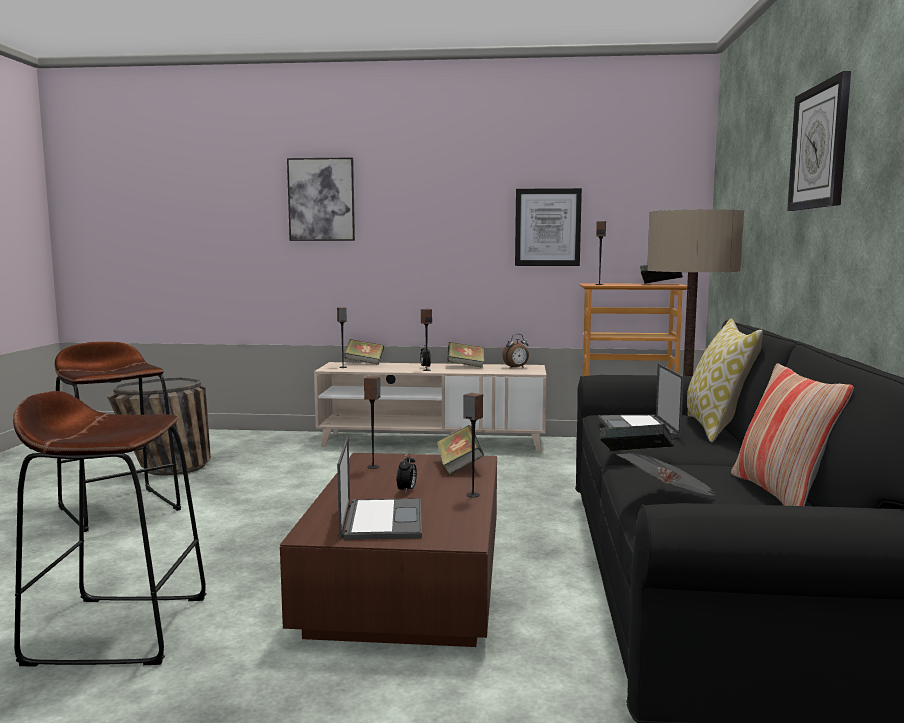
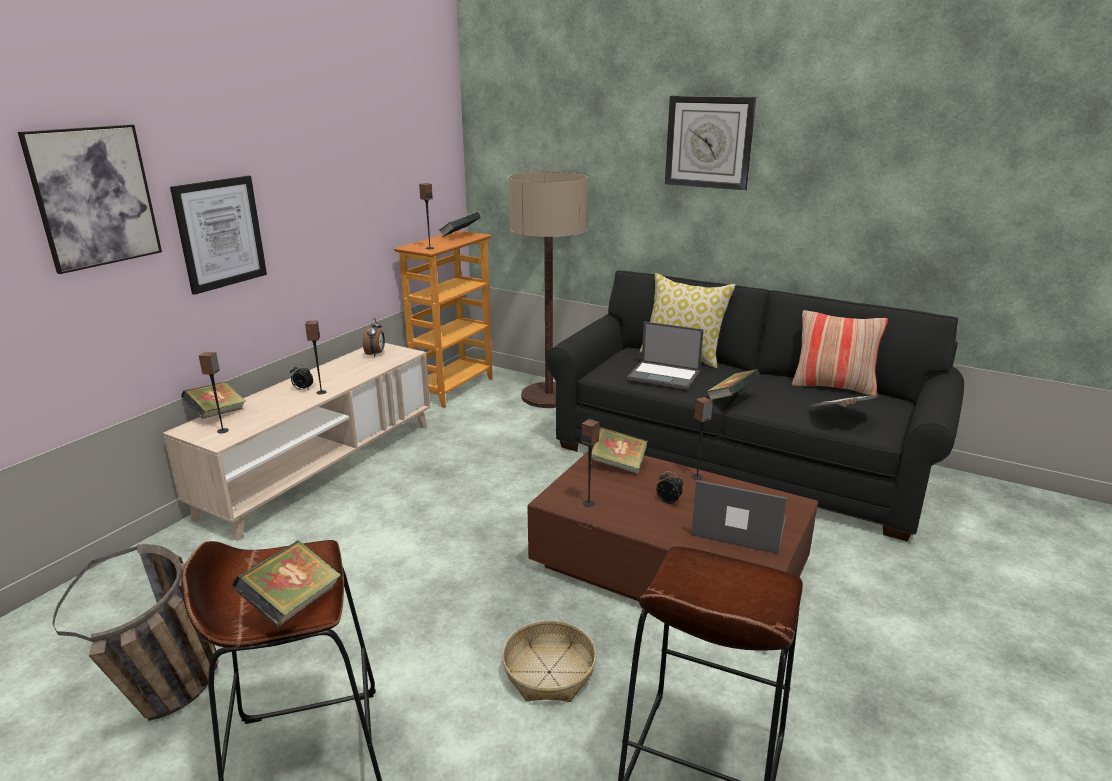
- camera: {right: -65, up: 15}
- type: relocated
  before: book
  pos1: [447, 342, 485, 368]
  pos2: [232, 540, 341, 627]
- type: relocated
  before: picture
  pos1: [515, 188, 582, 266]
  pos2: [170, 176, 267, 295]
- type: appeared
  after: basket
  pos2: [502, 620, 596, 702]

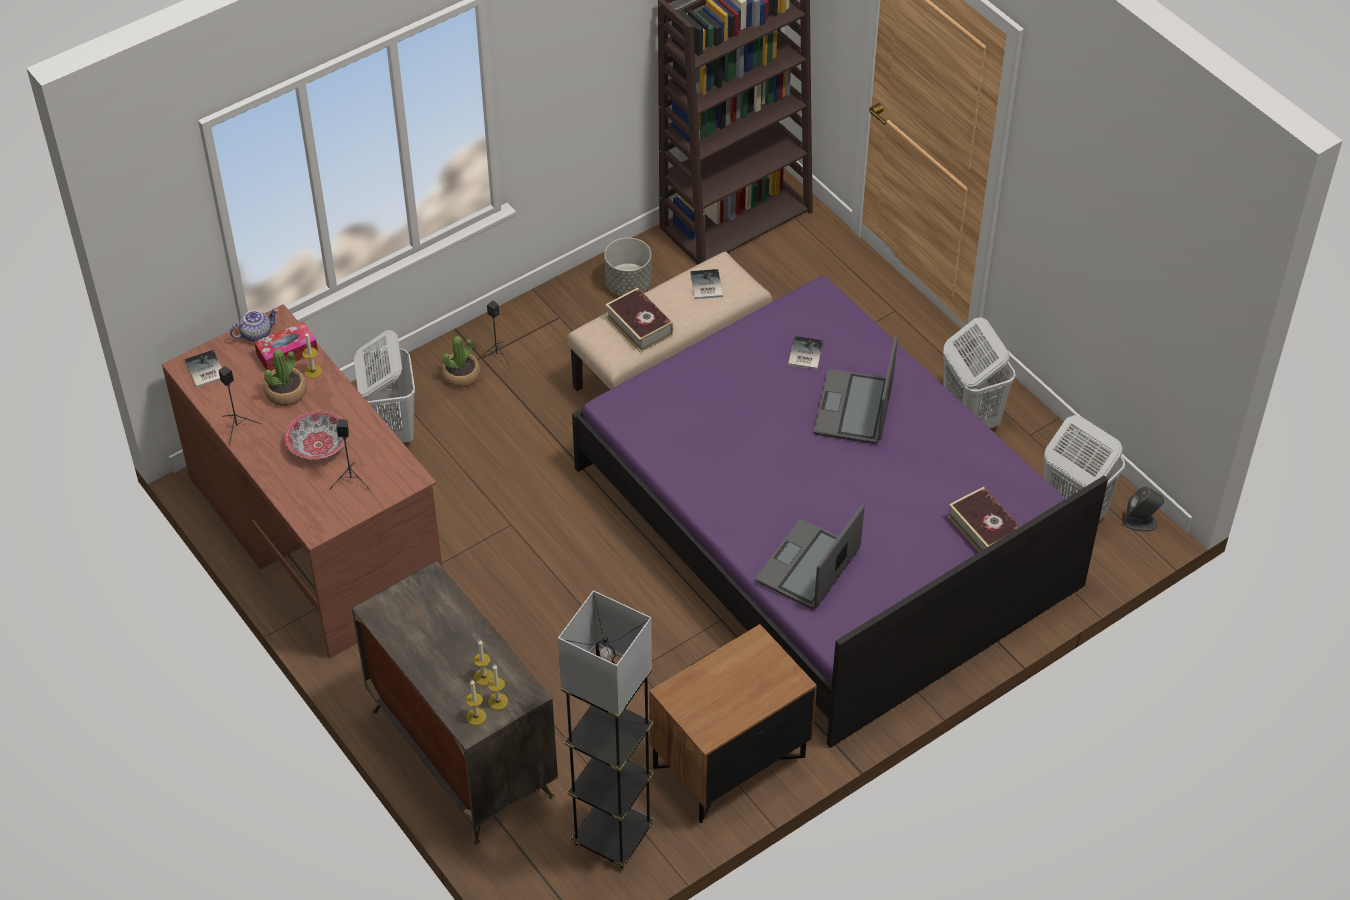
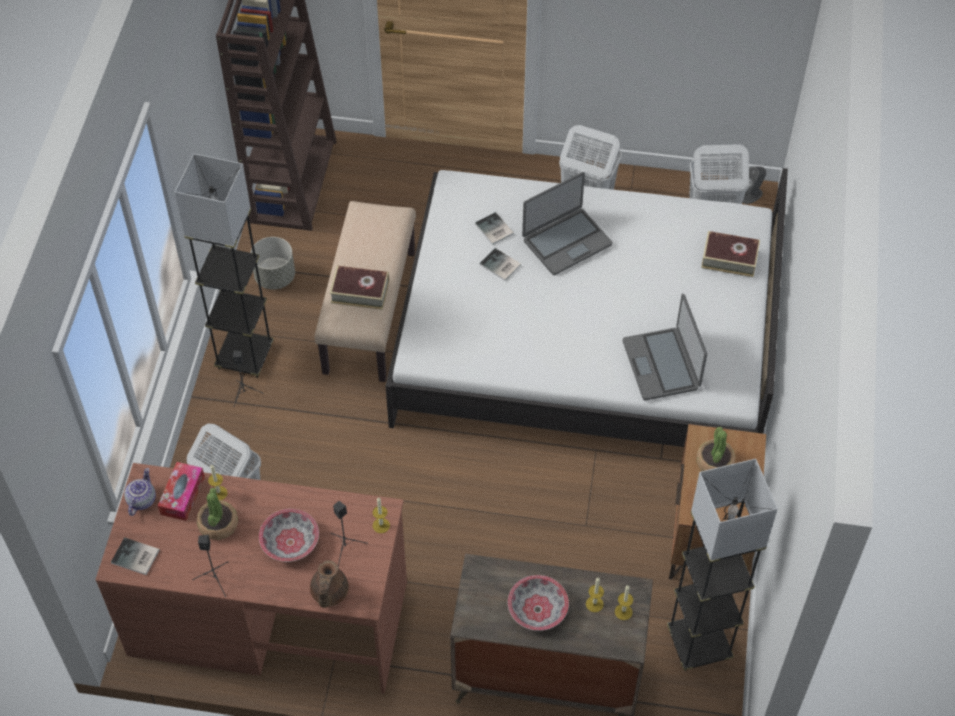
- camera: {right: -45, up: 5}
- type: relocated
  before: potted plant
  pos1: [442, 336, 480, 388]
  pos2: [696, 427, 735, 471]
- type: relocated
  before: candle
  pos1: [466, 680, 486, 725]
  pos2: [373, 497, 390, 533]
- type: colour
  before: bed (purple)
  after: bed (white)
  pos1: [572, 276, 1108, 748]
  pos2: [385, 168, 788, 447]
- type: relocated
  before: book
  pos1: [690, 269, 723, 299]
  pos2: [479, 248, 521, 281]
- type: spun
  before: laptop
  pos1: [814, 336, 898, 444]
  pos2: [522, 172, 612, 275]
  turn: -90
- type: appeared
  after: floor lamp (grey)
  pos2: [175, 153, 274, 378]
- type: appeared
  after: teapot (brown)
  pos2: [310, 560, 349, 608]
- type: appeared
  after: bowl
  pos2: [508, 575, 569, 631]

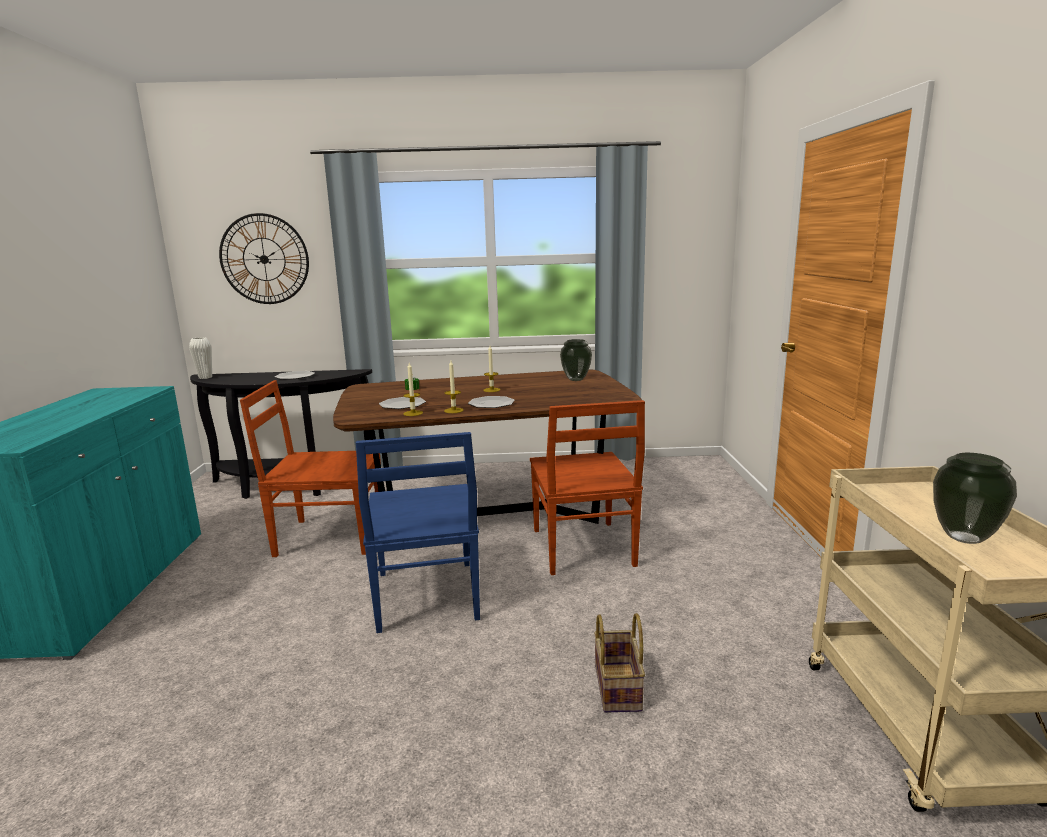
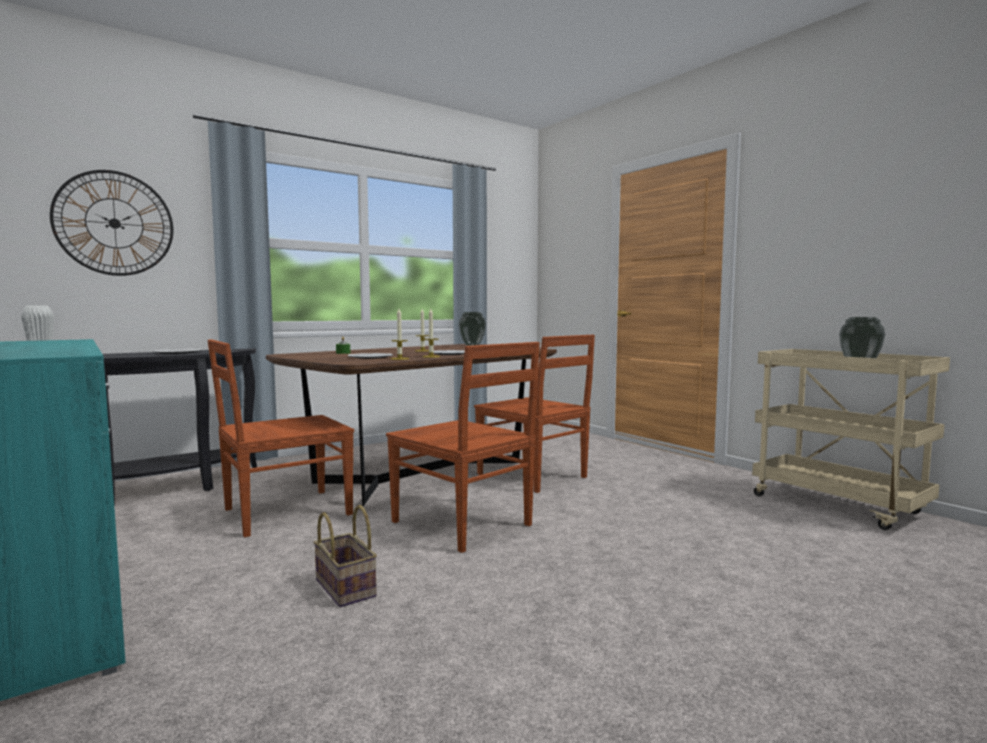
- camera: {right: -35, up: -10}
- type: colour
  before: chair (blue)
  after: chair (brown)
  pos1: [356, 432, 480, 633]
  pos2: [386, 342, 540, 553]
- type: relocated
  before: basket
  pos1: [594, 613, 645, 713]
  pos2: [313, 505, 377, 607]

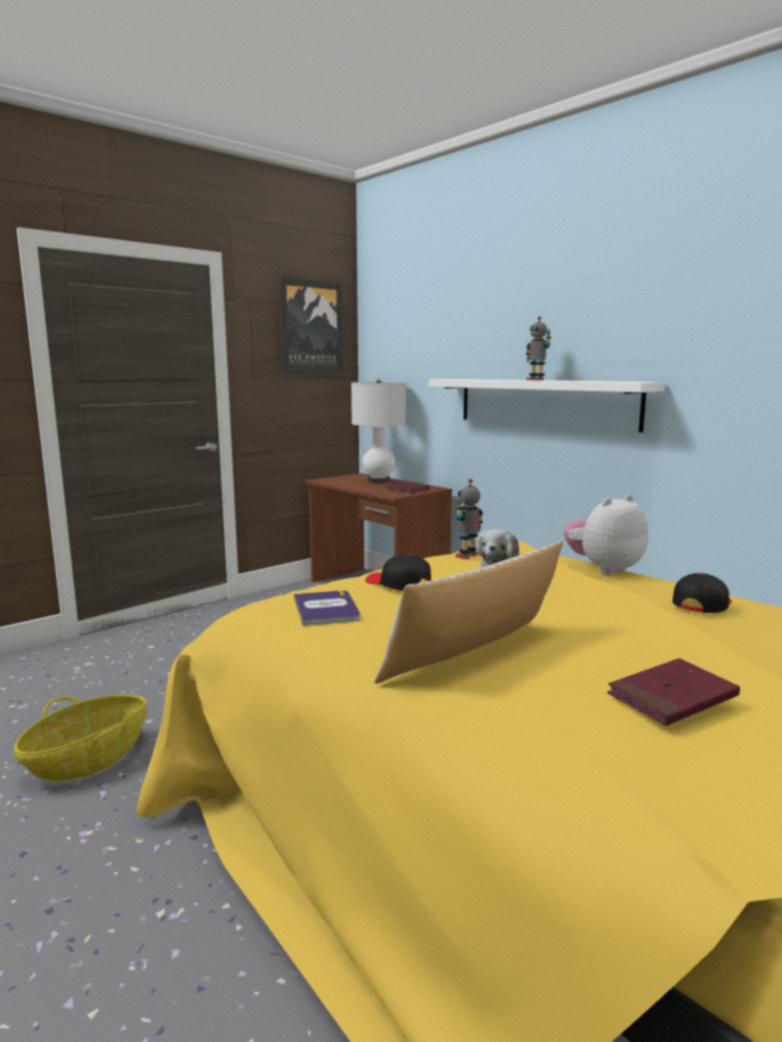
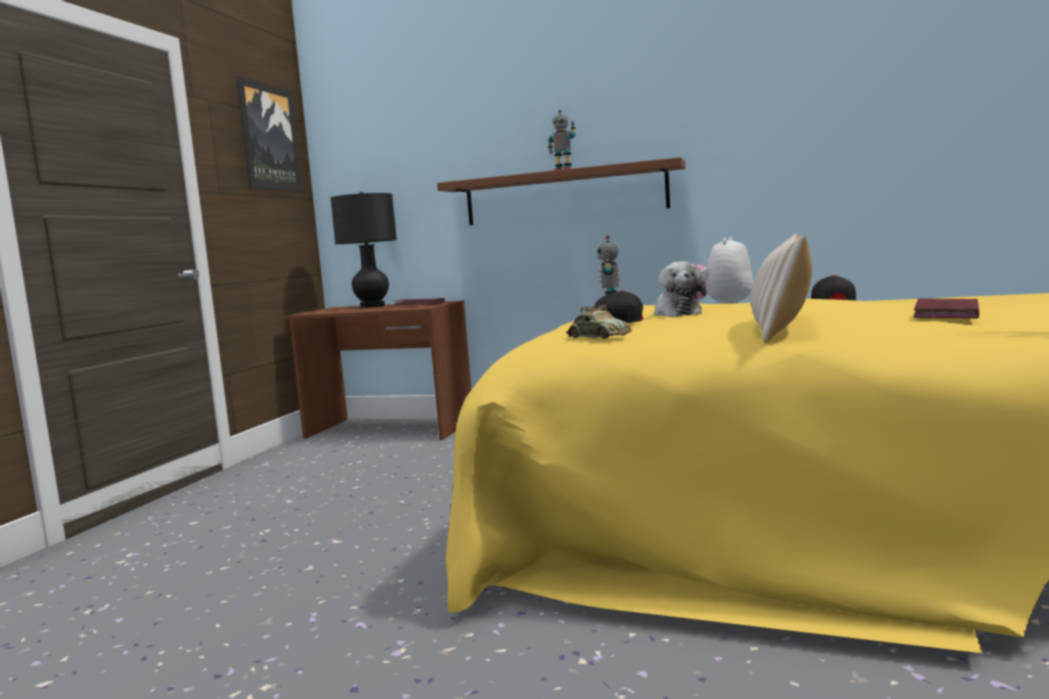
- camera: {right: -30, up: -5}
- type: missing
  before: basket
  pos1: [14, 694, 147, 782]
- type: exchanged
  before: book
  after: toy car
  pos1: [294, 590, 360, 626]
  pos2: [566, 305, 632, 339]
- type: colour
  before: table lamp (white)
  after: table lamp (black)
  pos1: [351, 379, 406, 483]
  pos2: [331, 192, 397, 308]
- type: colour
  before: shelf (white)
  after: shelf (brown)
  pos1: [429, 379, 665, 432]
  pos2: [437, 157, 686, 225]

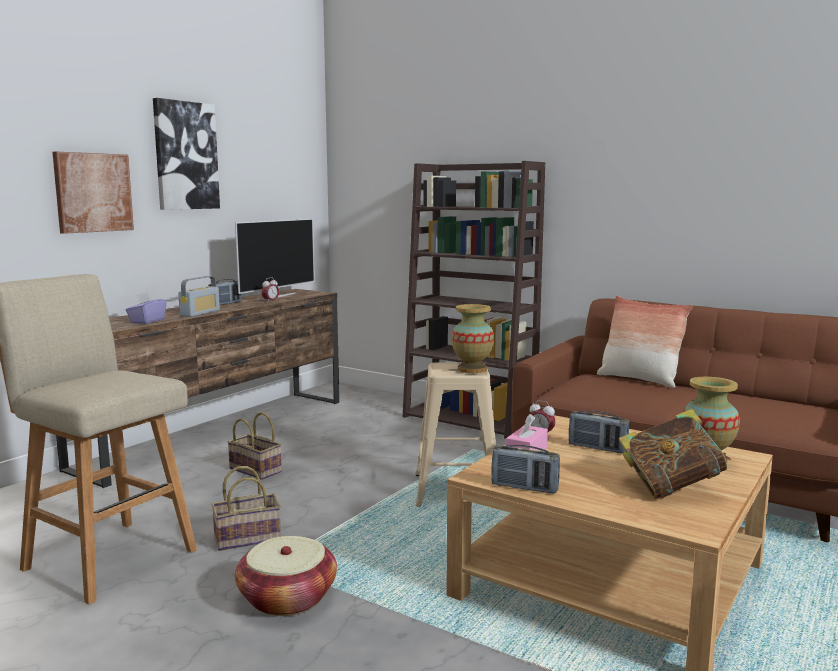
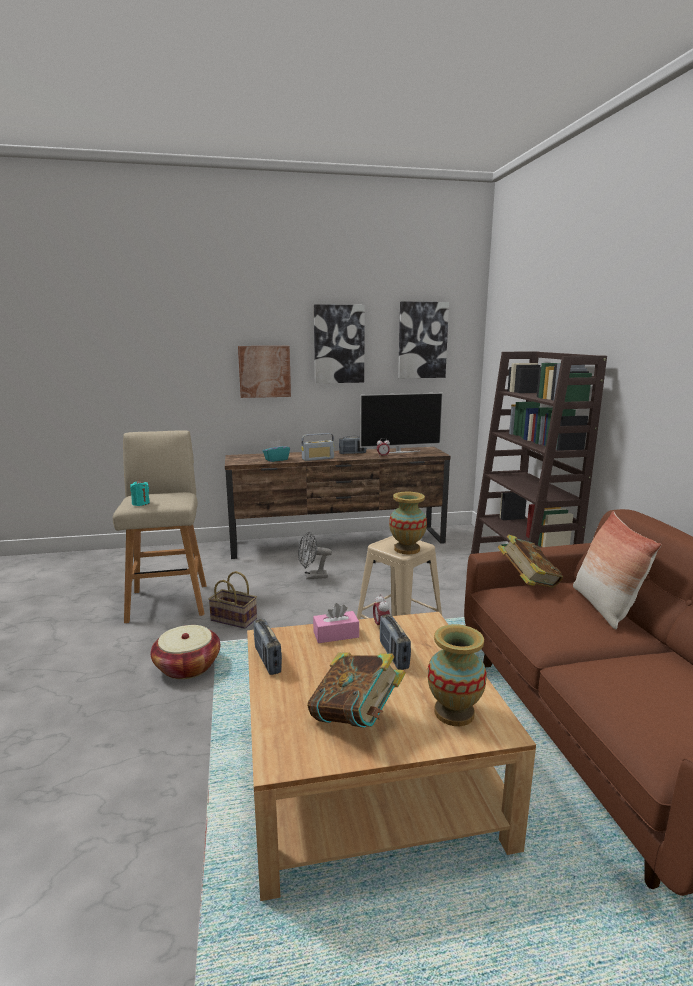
- camera: {right: 45, up: 5}
- type: colour
  before: tissue box (purple)
  after: tissue box (turquoise)
  pos1: [126, 292, 167, 324]
  pos2: [263, 441, 290, 462]
- type: exchanged
  before: basket
  after: fan (grey)
  pos1: [227, 412, 282, 480]
  pos2: [298, 531, 332, 579]
- type: appeared
  after: candle (turquoise)
  pos2: [130, 480, 150, 506]
- type: appeared
  after: picture
  pos2: [398, 302, 449, 378]
- type: appeared
  after: book
  pos2: [498, 534, 563, 588]

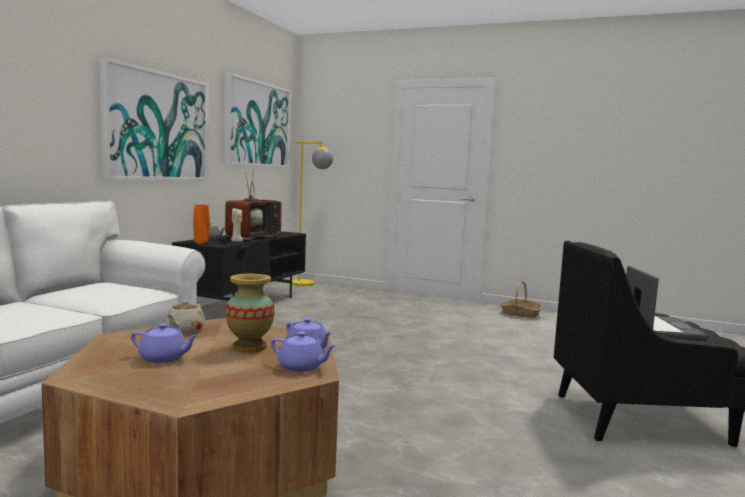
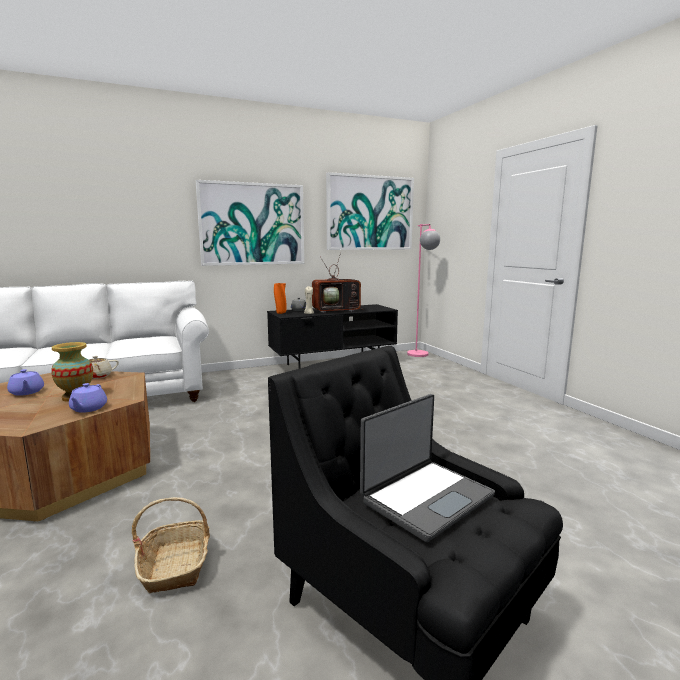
- camera: {right: 45, up: 5}
- type: missing
  before: teapot (purple)
  pos1: [271, 332, 337, 372]
- type: colour
  before: floor lamp (yellow)
  after: floor lamp (pink)
  pos1: [292, 141, 333, 286]
  pos2: [407, 224, 440, 357]
- type: relocated
  before: basket
  pos1: [501, 281, 543, 319]
  pos2: [132, 497, 210, 593]

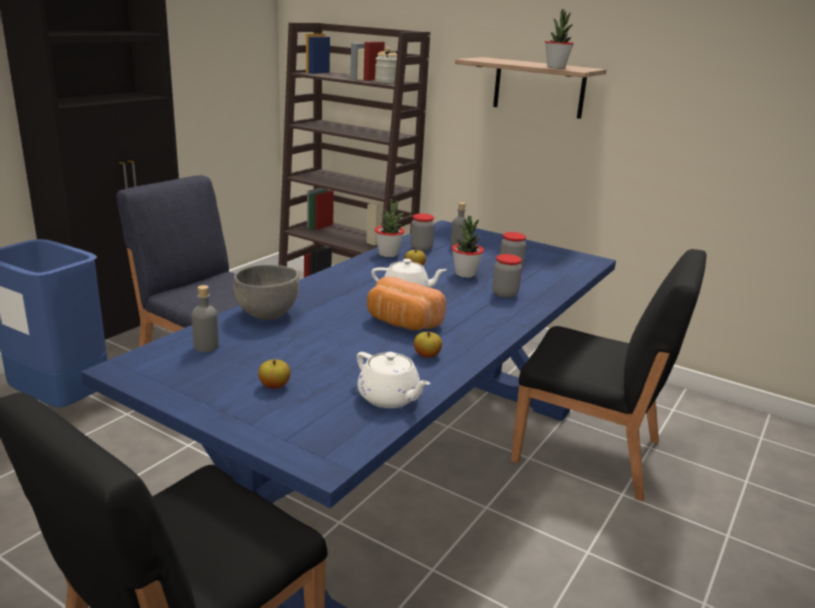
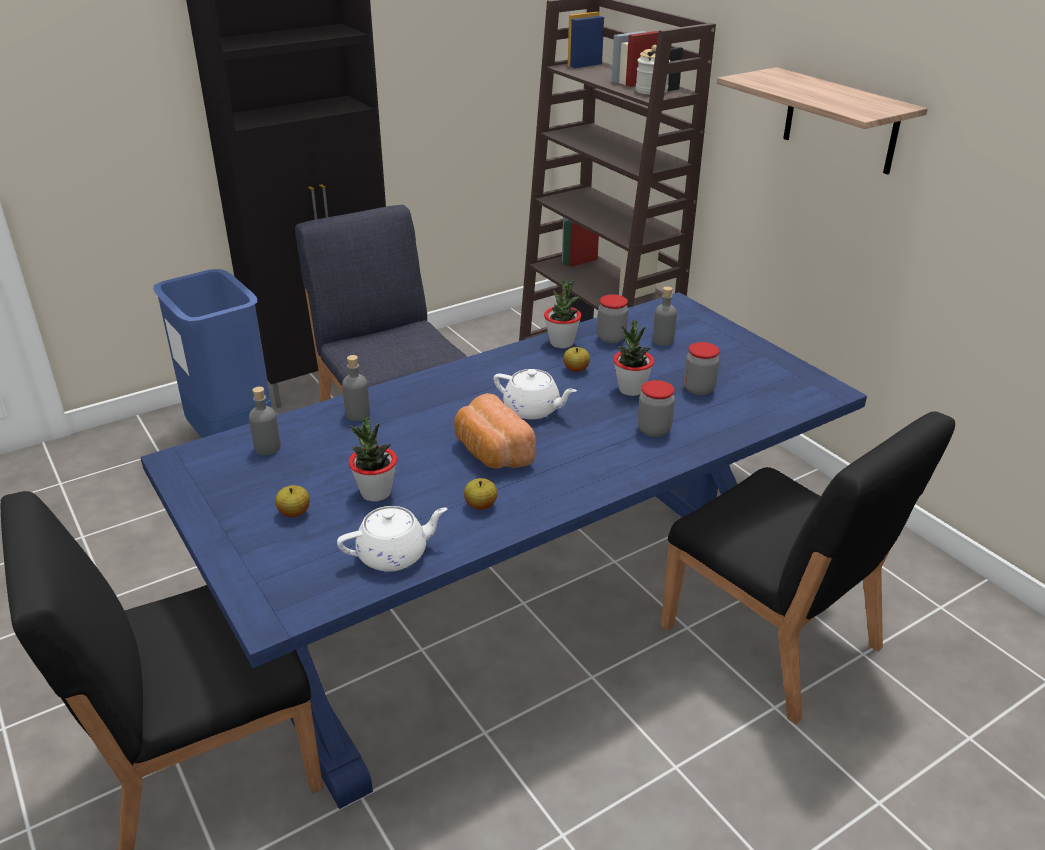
- camera: {right: 25, up: 10}
- type: exchanged
  before: bowl (grey)
  after: bottle (grey)
  pos1: [233, 265, 299, 320]
  pos2: [342, 355, 370, 421]
- type: spun
  before: teapot (white)
  pos1: [357, 352, 430, 408]
  pos2: [337, 506, 448, 572]
  turn: -90
- type: relocated
  before: potted plant
  pos1: [545, 9, 574, 69]
  pos2: [349, 417, 397, 502]

